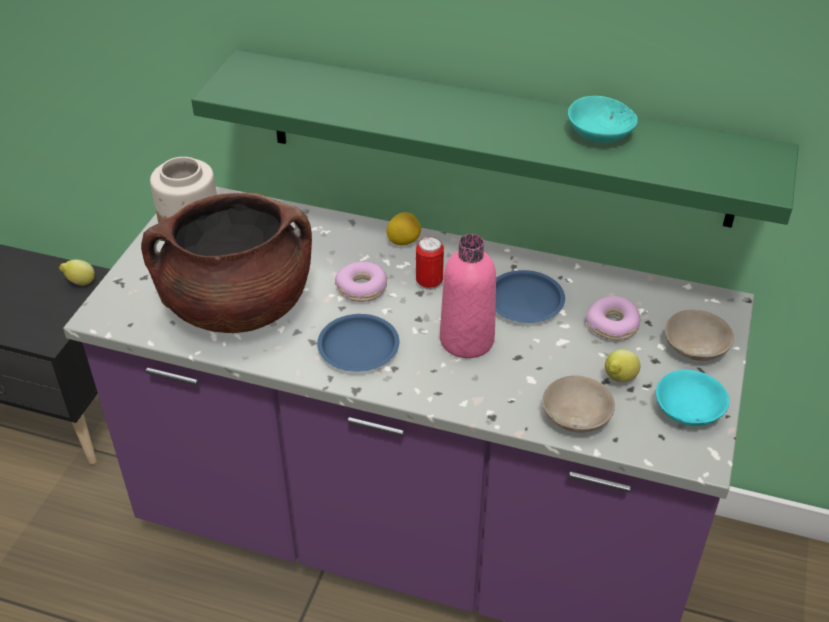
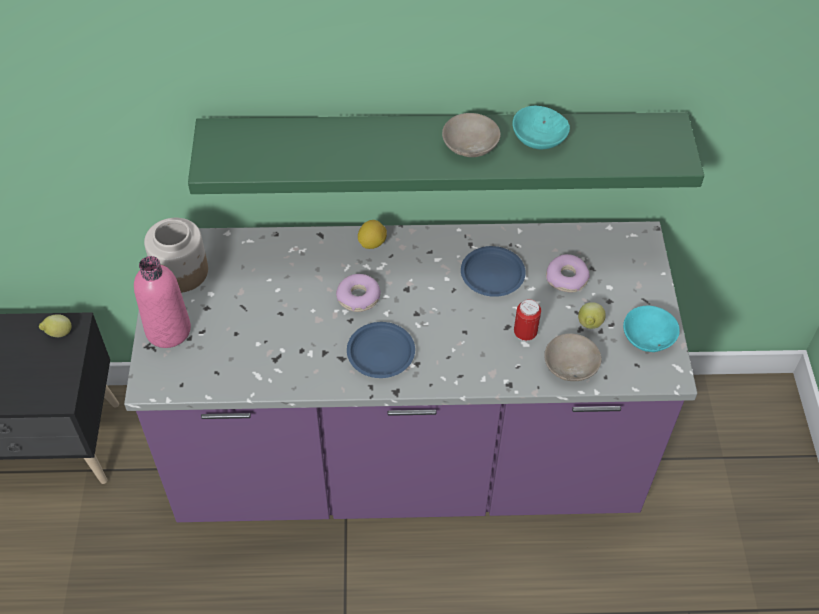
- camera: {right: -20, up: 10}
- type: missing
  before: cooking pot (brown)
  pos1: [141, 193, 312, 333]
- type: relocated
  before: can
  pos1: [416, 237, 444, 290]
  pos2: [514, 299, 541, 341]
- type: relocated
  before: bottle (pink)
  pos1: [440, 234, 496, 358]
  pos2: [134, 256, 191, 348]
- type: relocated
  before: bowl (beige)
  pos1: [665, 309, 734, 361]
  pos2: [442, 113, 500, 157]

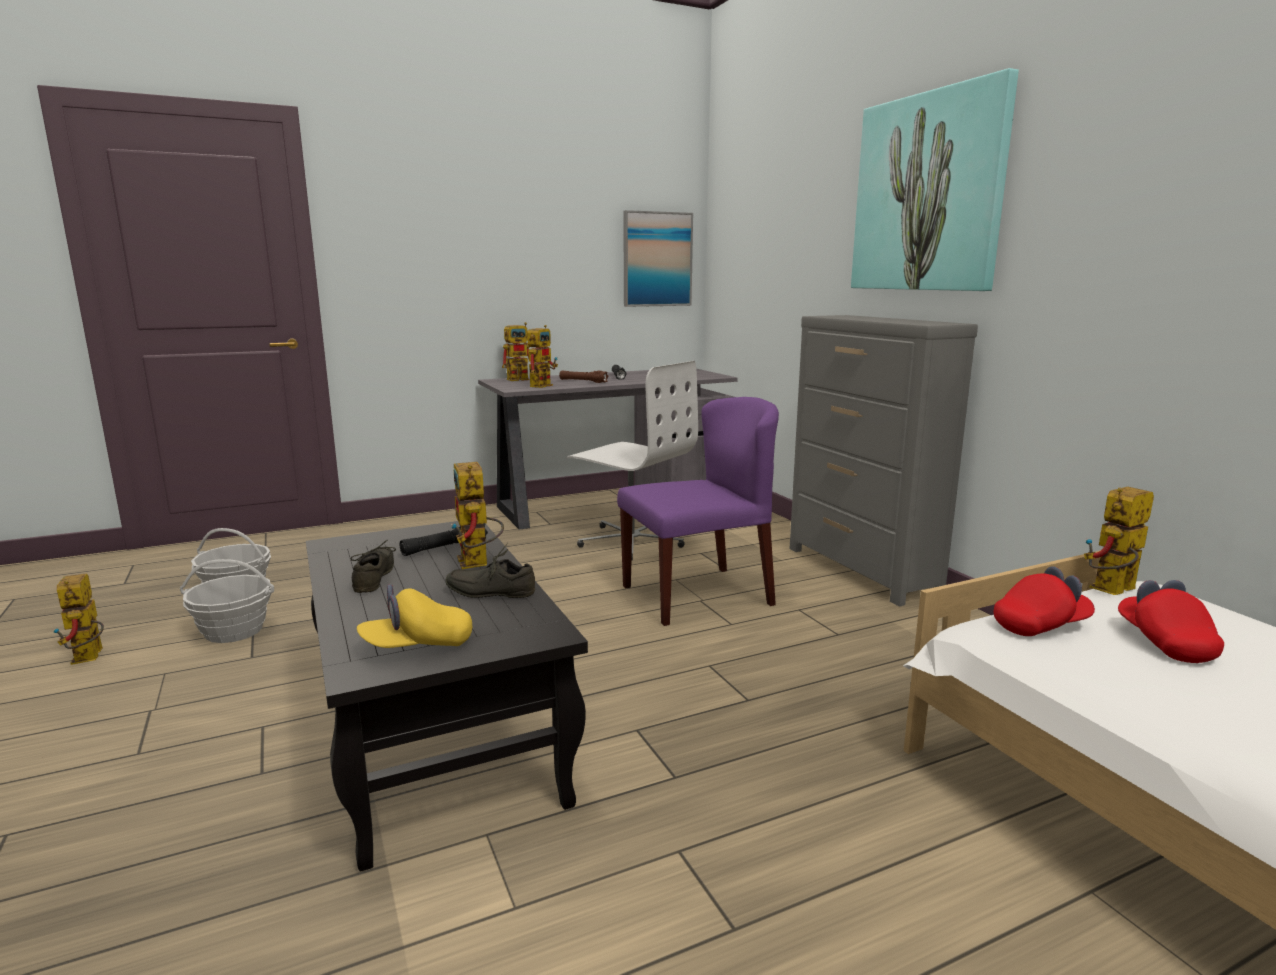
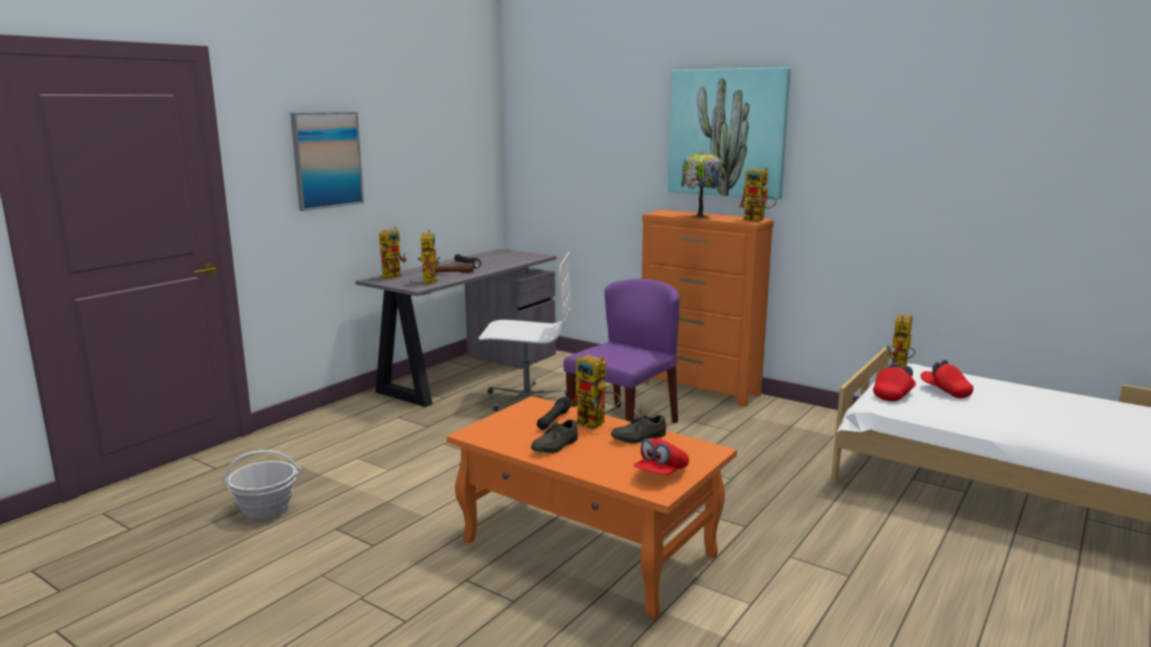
- camera: {right: -30, up: 0}
- type: relocated
  before: toy robot
  pos1: [53, 573, 104, 665]
  pos2: [739, 168, 777, 222]
- type: missing
  before: basket
  pos1: [180, 559, 274, 643]
- type: colour
  before: coffee table (black)
  after: coffee table (orange)
  pos1: [306, 521, 588, 871]
  pos2: [447, 396, 737, 620]
- type: spun
  before: shoe (grey)
  pos1: [351, 540, 396, 593]
  pos2: [531, 413, 578, 453]
  turn: -105
- type: colour
  before: cap (yellow)
  after: cap (red)
  pos1: [357, 584, 472, 648]
  pos2: [634, 439, 689, 475]
- type: relocated
  before: picture
  pos1: [623, 210, 693, 307]
  pos2: [290, 112, 364, 211]
- type: colour
  before: dresser (grey)
  after: dresser (orange)
  pos1: [790, 315, 978, 607]
  pos2: [642, 210, 774, 407]
- type: appeared
  after: table lamp
  pos2: [681, 152, 722, 218]

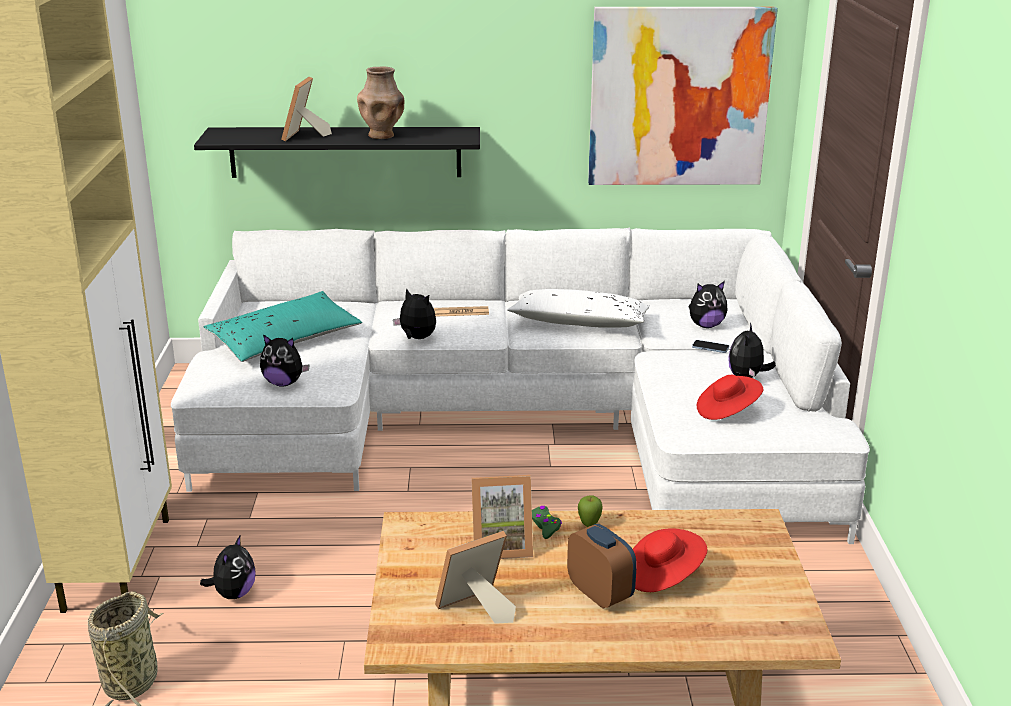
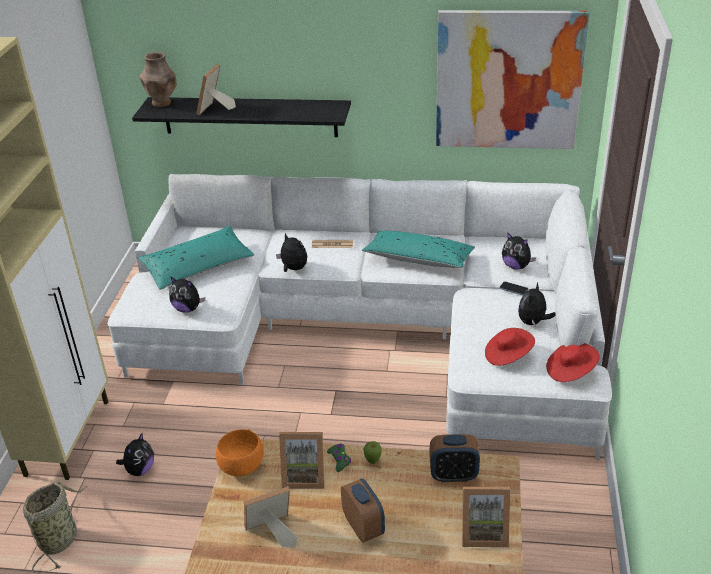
- camera: {right: 10, up: 10}
- type: relocated
  before: vase (brown)
  pos1: [357, 67, 404, 139]
  pos2: [140, 52, 177, 107]
- type: colour
  before: pillow (white)
  after: pillow (turquoise)
  pos1: [507, 289, 649, 328]
  pos2: [362, 231, 475, 268]
- type: relocated
  before: hat (red)
  pos1: [633, 528, 707, 592]
  pos2: [546, 343, 600, 382]
- type: spun
  before: plush toy
  pos1: [689, 281, 728, 328]
  pos2: [502, 233, 536, 269]
  turn: 45
- type: appeared
  after: bowl (orange)
  pos2: [216, 429, 264, 476]
- type: appeared
  after: alarm clock
  pos2: [430, 434, 480, 482]
- type: appeared
  after: picture frame
  pos2: [462, 487, 510, 547]

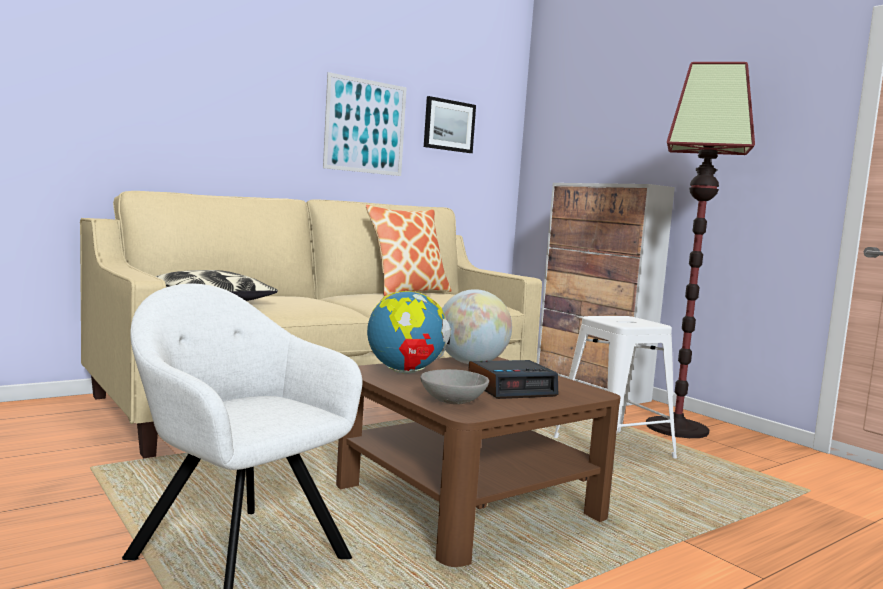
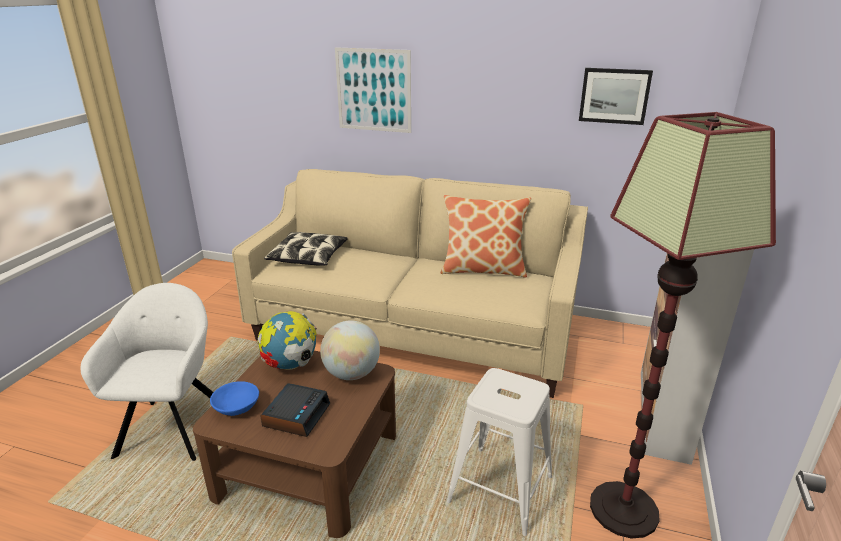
- camera: {right: 55, up: 20}
- type: relocated
  before: picture
  pos1: [323, 72, 407, 176]
  pos2: [335, 47, 411, 133]
- type: colour
  before: bowl (grey)
  after: bowl (blue)
  pos1: [420, 369, 489, 405]
  pos2: [210, 381, 259, 416]
- type: spun
  before: alarm clock
  pos1: [468, 360, 558, 399]
  pos2: [260, 383, 330, 437]
  turn: -105

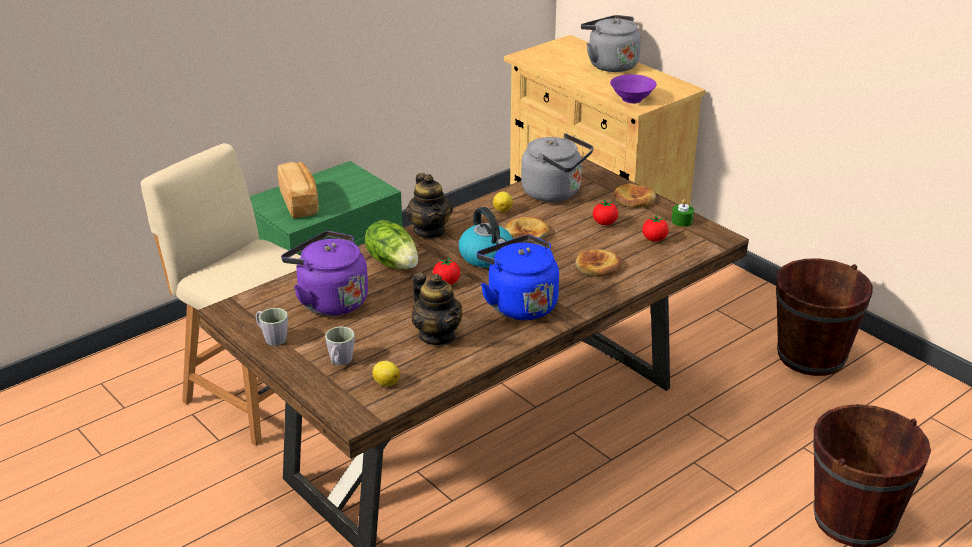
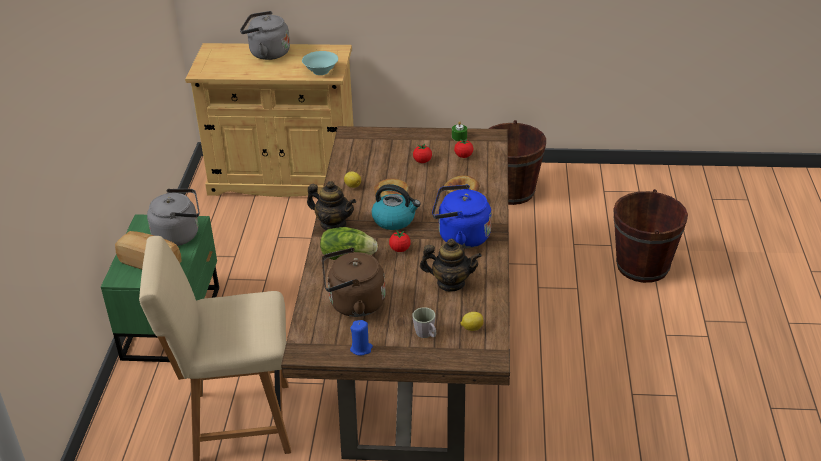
- camera: {right: -45, up: 5}
- type: exchanged
  before: mug (grey)
  after: candle (blue)
  pos1: [256, 308, 288, 346]
  pos2: [350, 320, 373, 356]
- type: colour
  before: kettle (purple)
  after: kettle (brown)
  pos1: [281, 231, 368, 316]
  pos2: [322, 248, 385, 317]
- type: relocated
  before: kettle (grey)
  pos1: [521, 133, 594, 202]
  pos2: [147, 189, 199, 246]
- type: colour
  before: bowl (purple)
  after: bowl (turquoise)
  pos1: [610, 74, 657, 103]
  pos2: [302, 51, 338, 75]
- type: missing
  before: bread
  pos1: [613, 183, 656, 208]

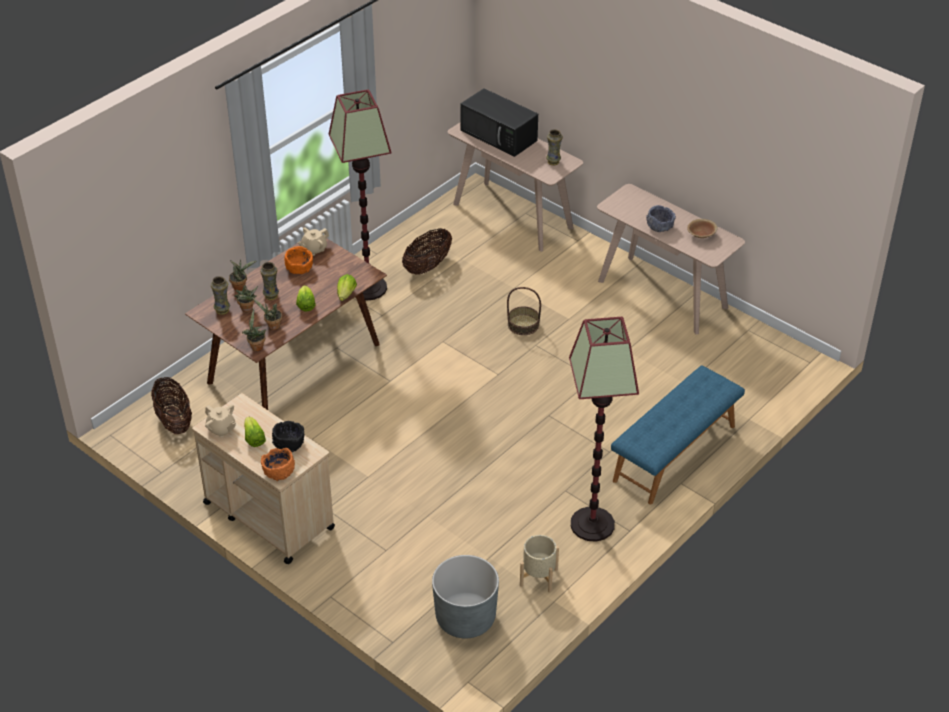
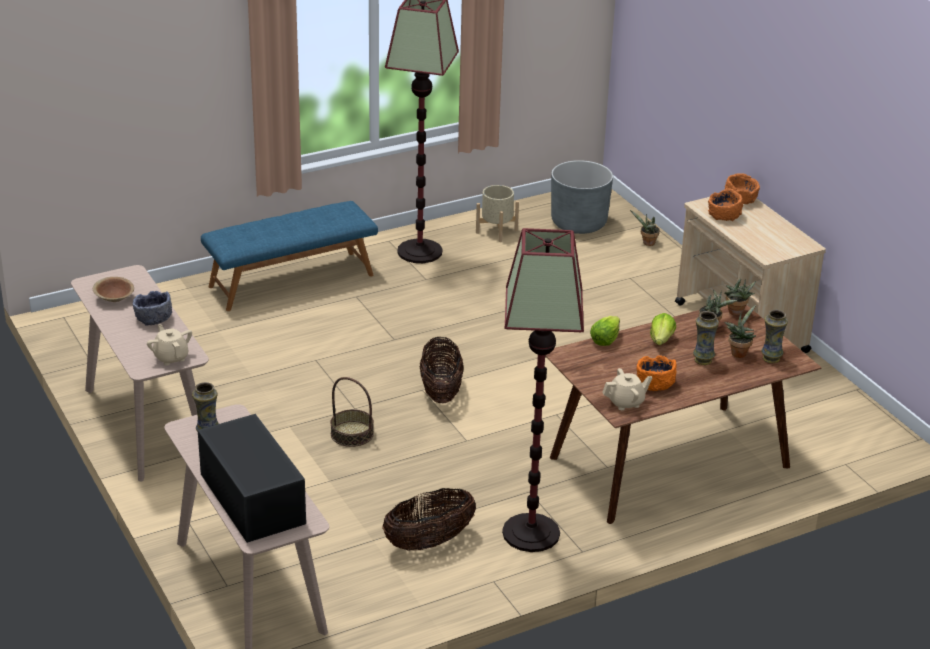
- camera: {right: -160, up: -10}
- type: relocated
  before: basket
  pos1: [151, 377, 192, 434]
  pos2: [420, 337, 464, 403]
- type: relocated
  before: teapot (beige)
  pos1: [205, 404, 236, 437]
  pos2: [147, 324, 192, 366]
- type: relocated
  before: potted plant
  pos1: [229, 259, 256, 291]
  pos2: [630, 210, 660, 246]
- type: missing
  before: lettuce
  pos1: [244, 417, 266, 447]
- type: colour
  before: bowl (black)
  after: bowl (orange)
  pos1: [272, 421, 304, 452]
  pos2: [708, 188, 743, 221]

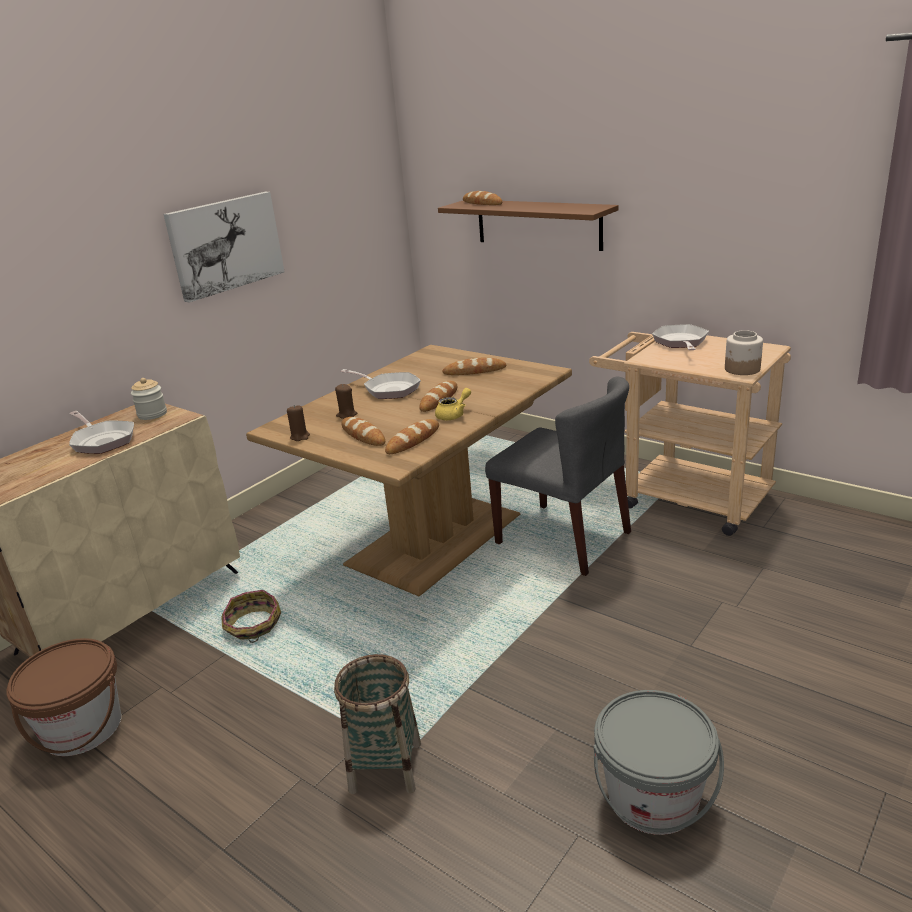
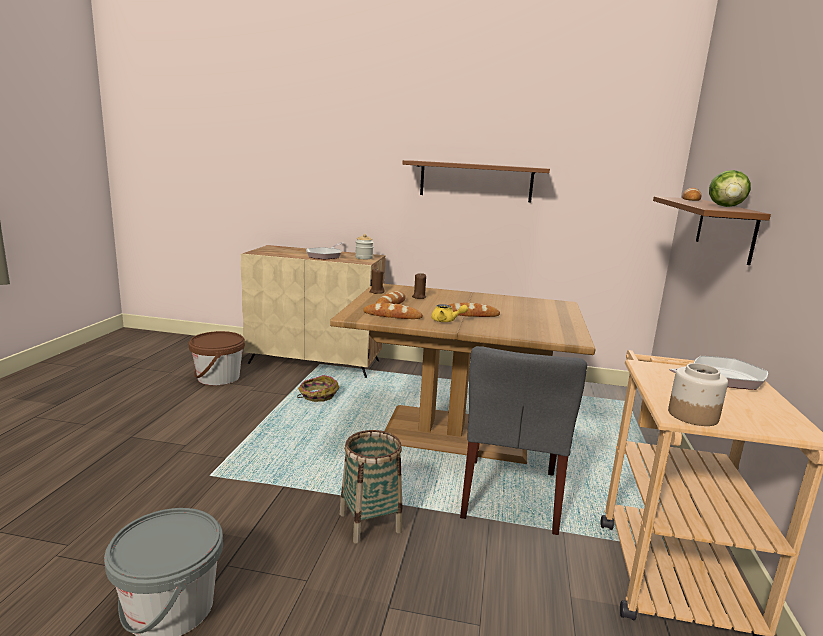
- camera: {right: 60, up: -10}
- type: exchanged
  before: picture
  after: shelf (brown)
  pos1: [163, 192, 284, 303]
  pos2: [402, 160, 550, 202]
- type: relocated
  before: basket
  pos1: [334, 654, 421, 794]
  pos2: [340, 430, 403, 544]
- type: missing
  before: frying pan
  pos1: [340, 369, 421, 399]
- type: missing
  before: bread
  pos1: [442, 358, 506, 375]
- type: appeared
  after: lettuce
  pos2: [709, 170, 751, 207]

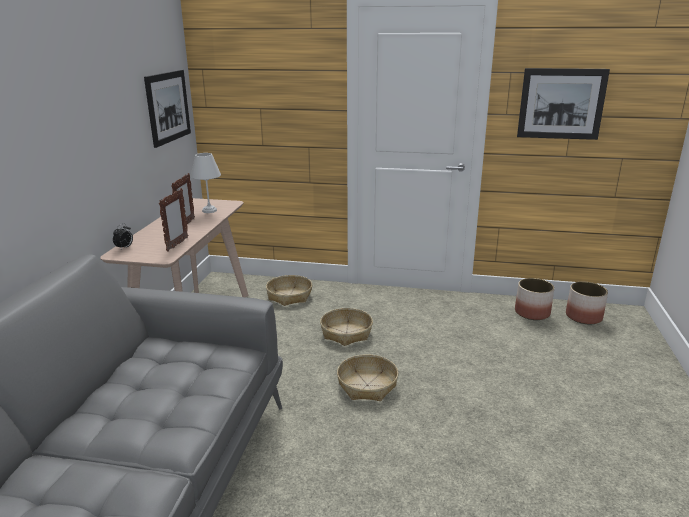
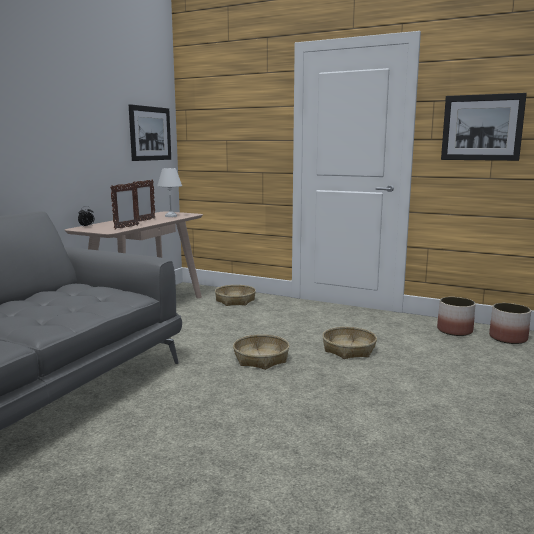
- camera: {right: 15, up: -10}
- type: relocated
  before: basket
  pos1: [320, 308, 373, 346]
  pos2: [322, 327, 377, 359]

